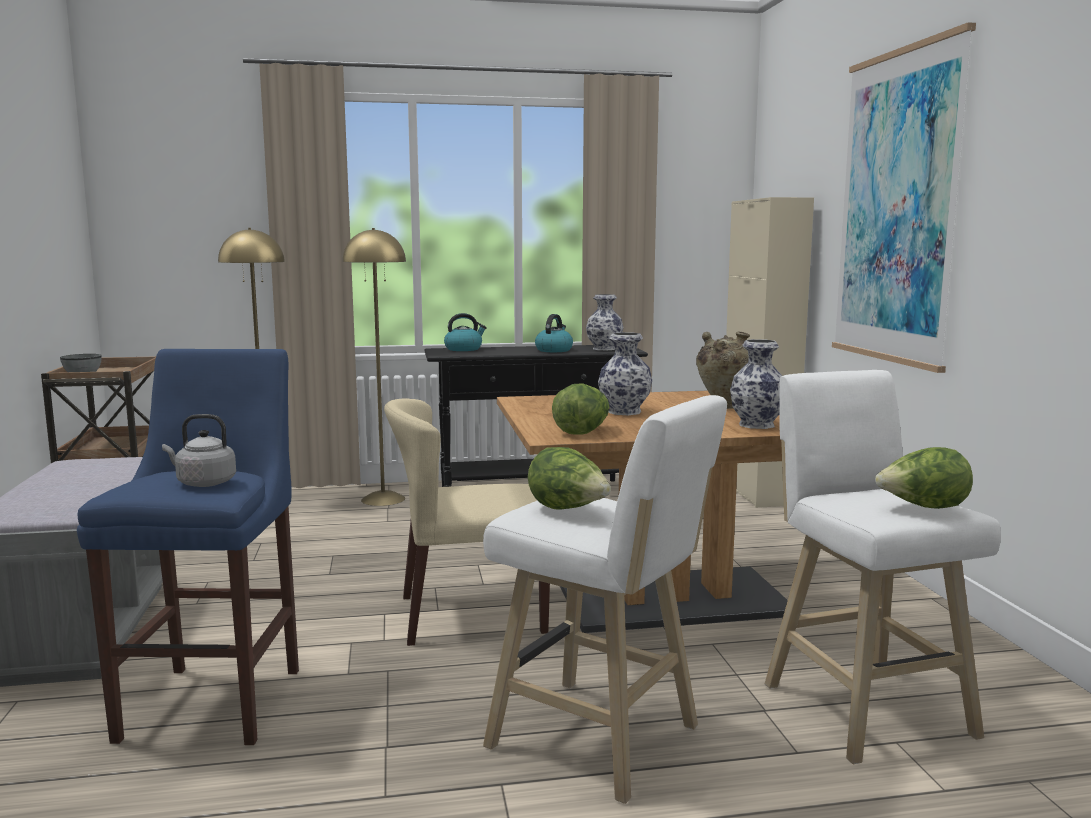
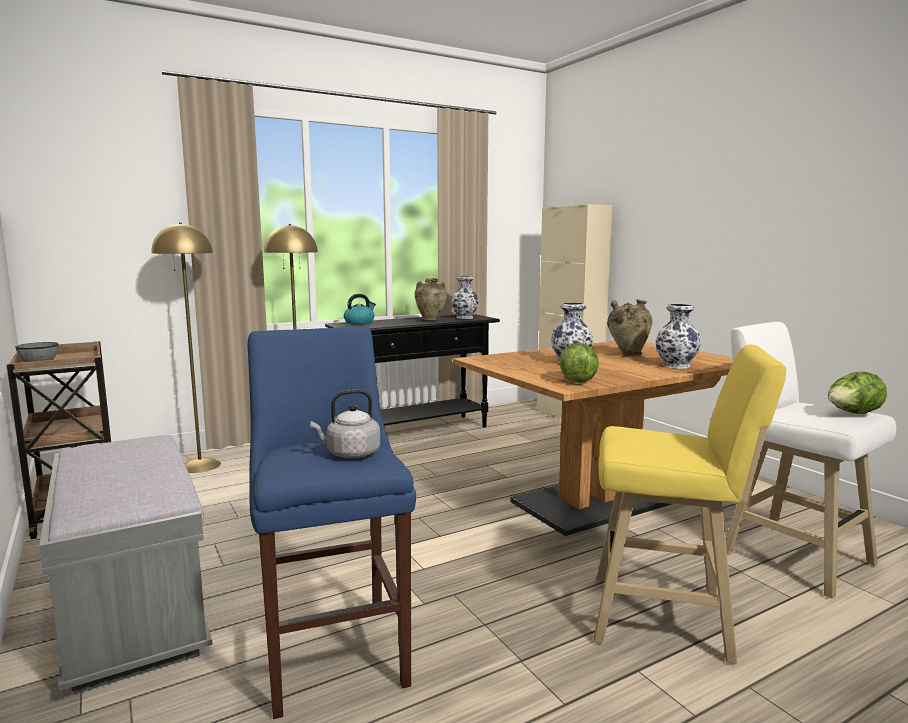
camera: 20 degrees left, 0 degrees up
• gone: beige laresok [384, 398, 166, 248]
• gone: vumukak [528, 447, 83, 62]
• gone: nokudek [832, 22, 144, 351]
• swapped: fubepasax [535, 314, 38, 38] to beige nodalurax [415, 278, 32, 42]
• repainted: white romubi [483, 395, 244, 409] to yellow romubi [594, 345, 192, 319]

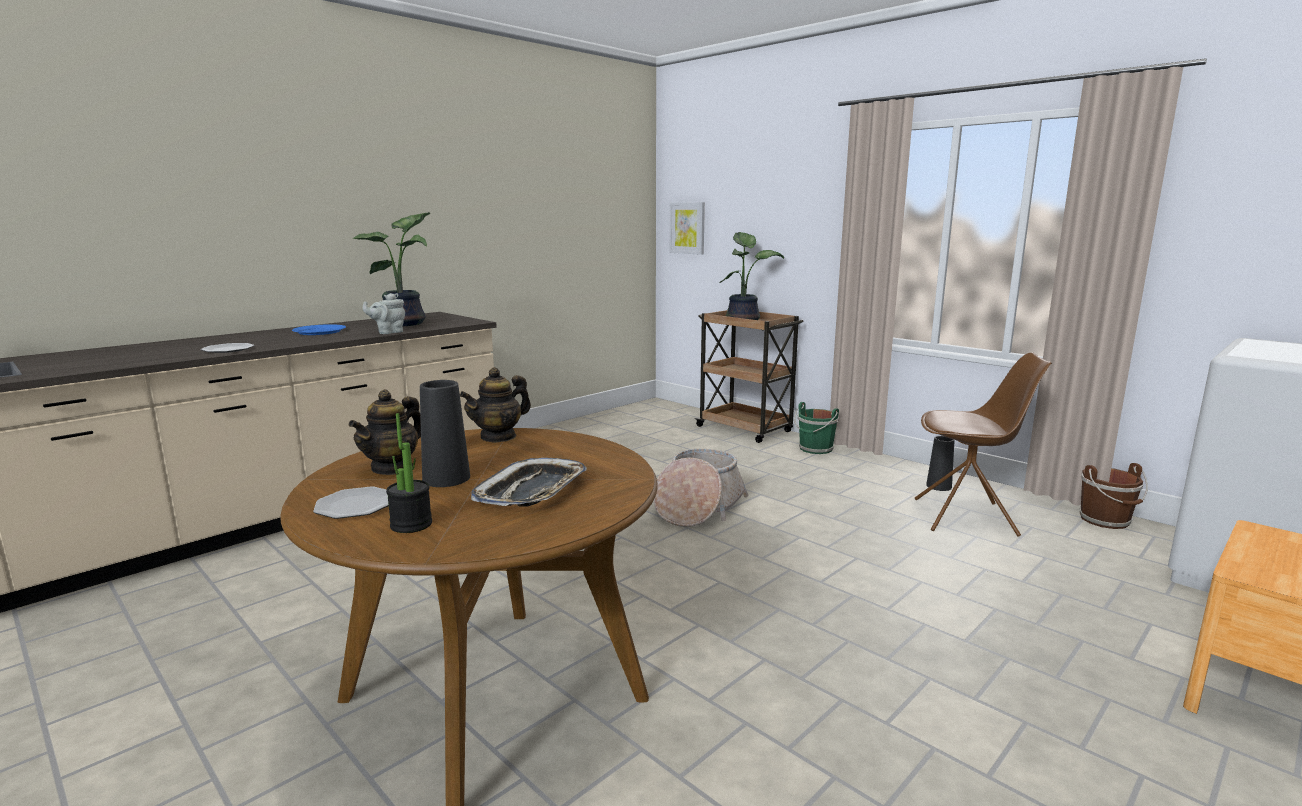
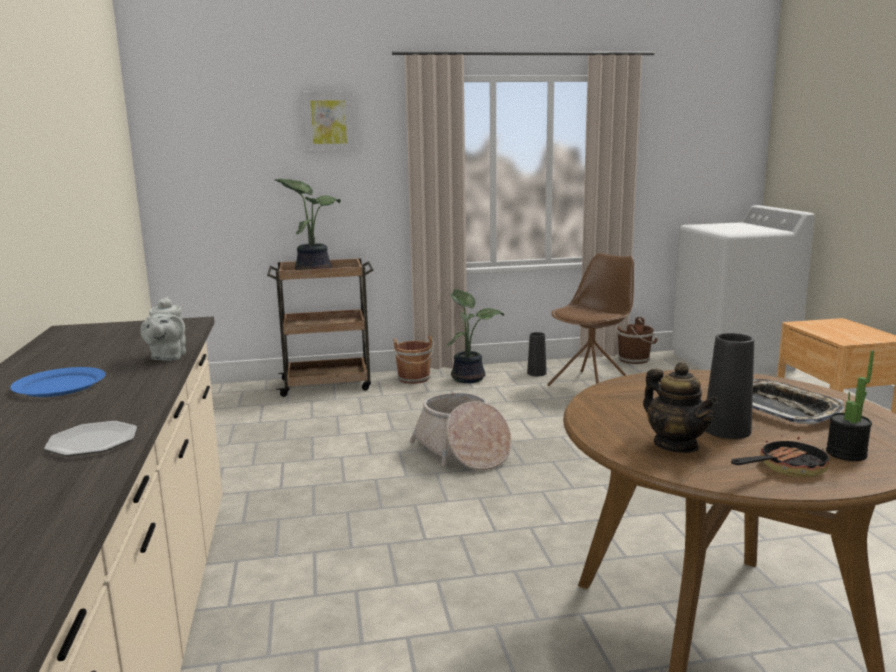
camera: 55 degrees left, 0 degrees up
• gone: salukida [460, 367, 71, 76]
• shifted: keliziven [352, 212, 79, 114] to [447, 289, 57, 94]
• shifted: nokudek [670, 202, 35, 53] to [301, 91, 55, 62]
• swapped: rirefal [313, 487, 76, 32] to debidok [731, 435, 99, 42]
• repainted: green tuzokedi [794, 402, 45, 52] to brown tuzokedi [393, 336, 41, 48]

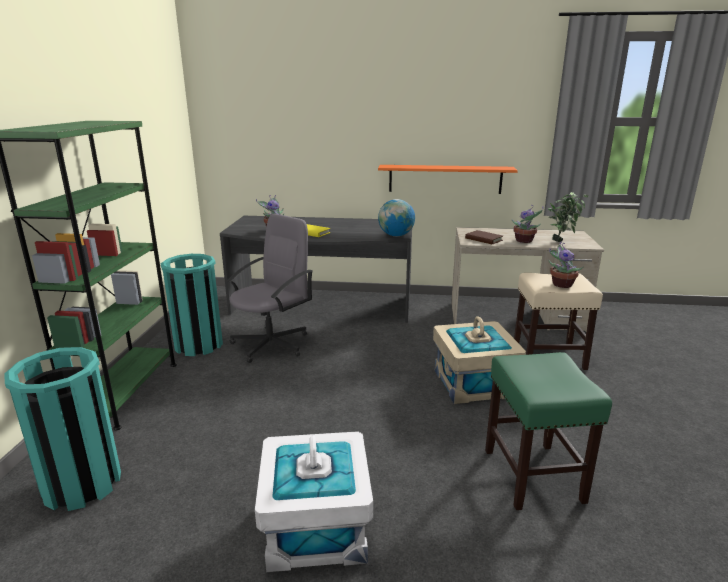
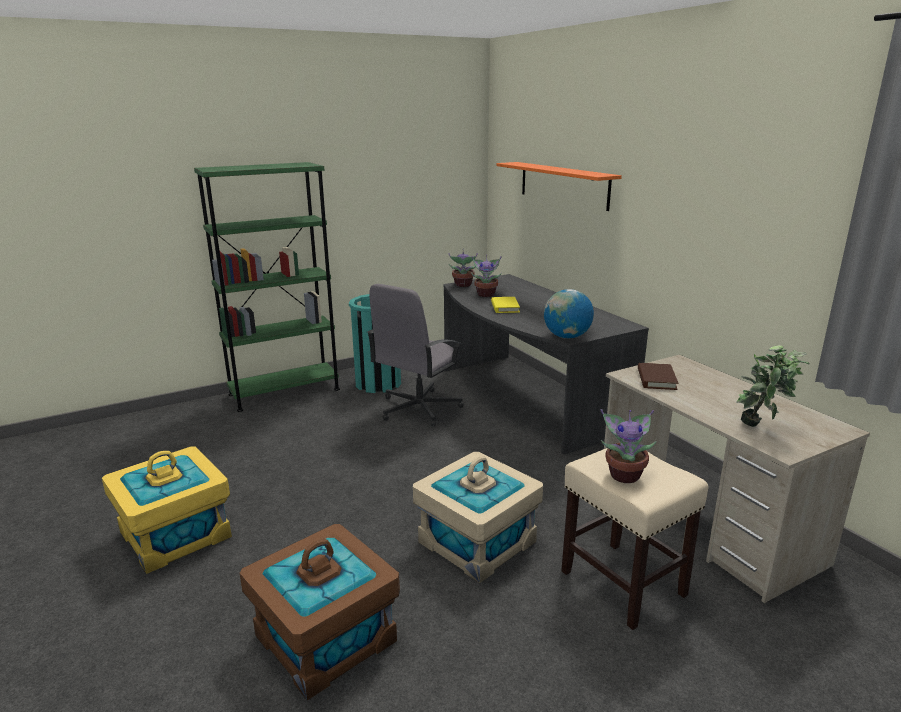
camera: 55 degrees right, 0 degrees up
• gone: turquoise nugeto [4, 347, 117, 164]
• shifted: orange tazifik [378, 165, 140, 29] to [497, 162, 125, 49]
• shifted: keliziven [512, 205, 32, 38] to [448, 252, 30, 35]
• swapped: green romubi [485, 352, 127, 158] to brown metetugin [240, 524, 160, 176]
• repainted: white metetugin [255, 431, 118, 141] to yellow metetugin [102, 447, 130, 127]
• rotated: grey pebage [227, 213, 86, 150] = [367, 284, 97, 143] 120 degrees clockwise

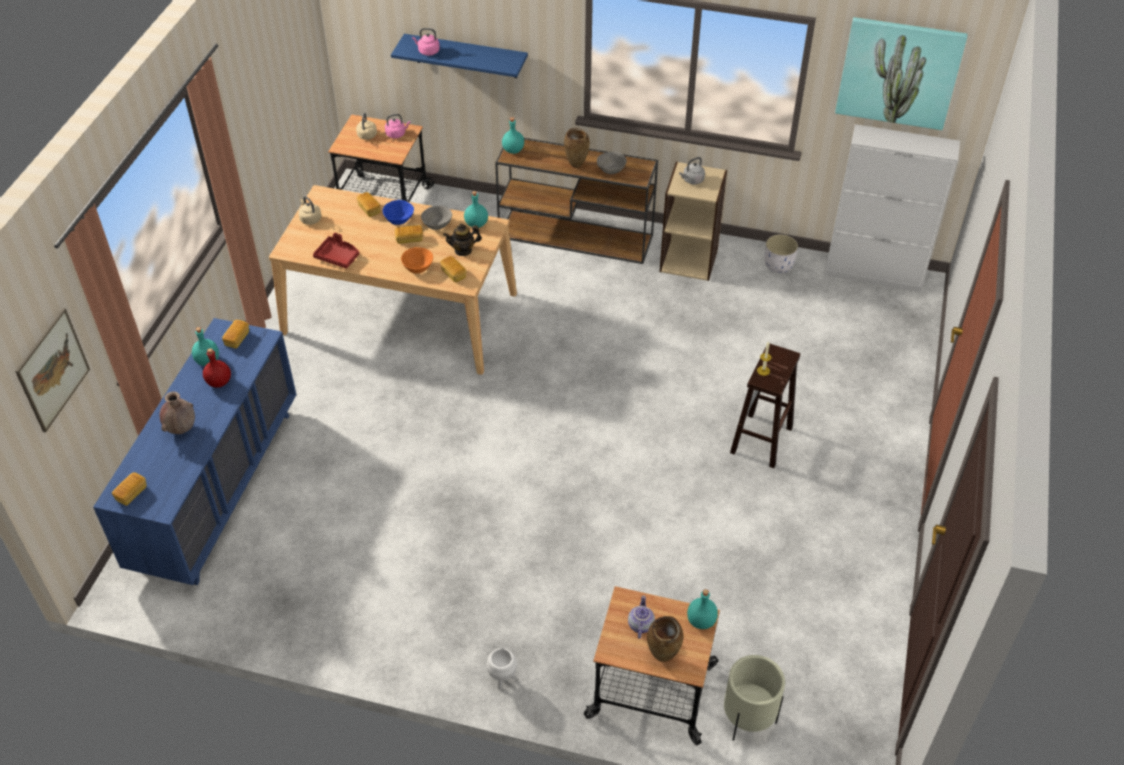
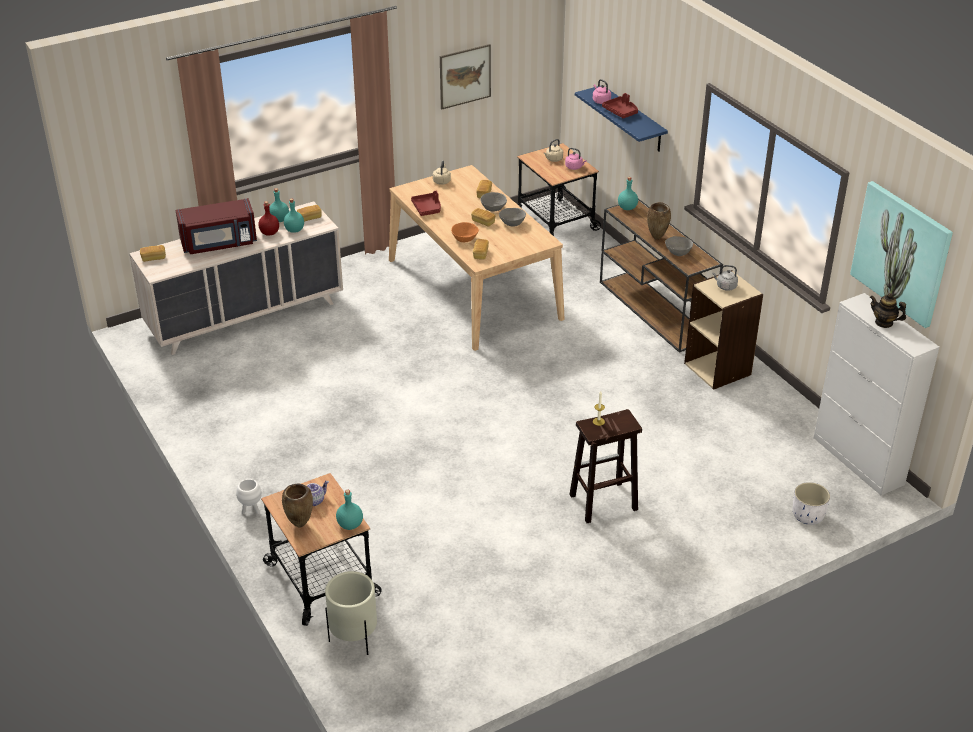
camera: 45 degrees right, 10 degrees down
• new: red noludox [602, 93, 36, 25]
• shifted: nokudek [15, 308, 75, 125] to [440, 44, 51, 65]
• shifted: salukida [443, 223, 39, 33] to [870, 293, 36, 35]
• shifted: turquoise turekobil [464, 191, 24, 37] to [284, 199, 20, 34]
• shifted: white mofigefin [765, 234, 33, 39] to [793, 482, 37, 43]
• swapped: brown nodalurax [160, 391, 35, 43] to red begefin [176, 198, 81, 56]
• repainted: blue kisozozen [93, 318, 204, 267] to beige kisozozen [129, 201, 214, 154]
• repainted: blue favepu [383, 200, 31, 25] to grey favepu [480, 192, 27, 20]

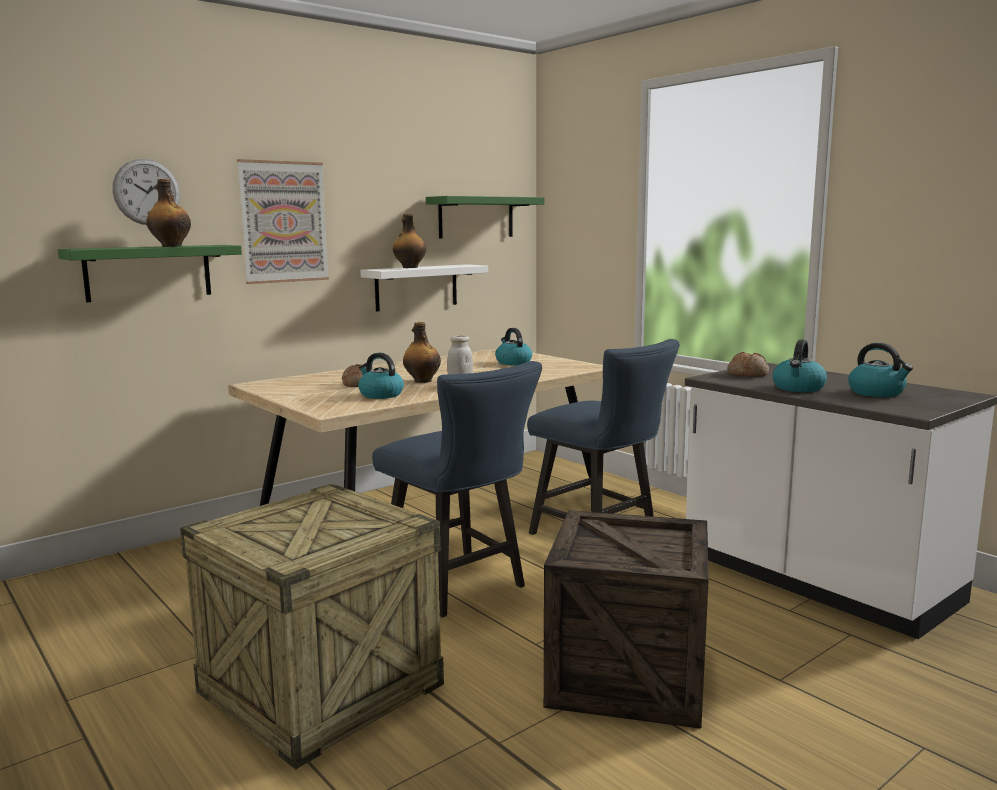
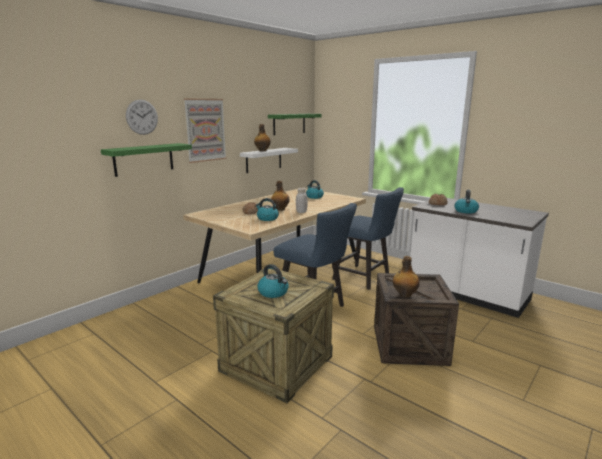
camera: 10 degrees left, 5 degrees up
• shifted: turekobil [146, 179, 45, 68] to [393, 256, 27, 42]
• shifted: fubepasax [848, 343, 65, 54] to [258, 264, 31, 34]

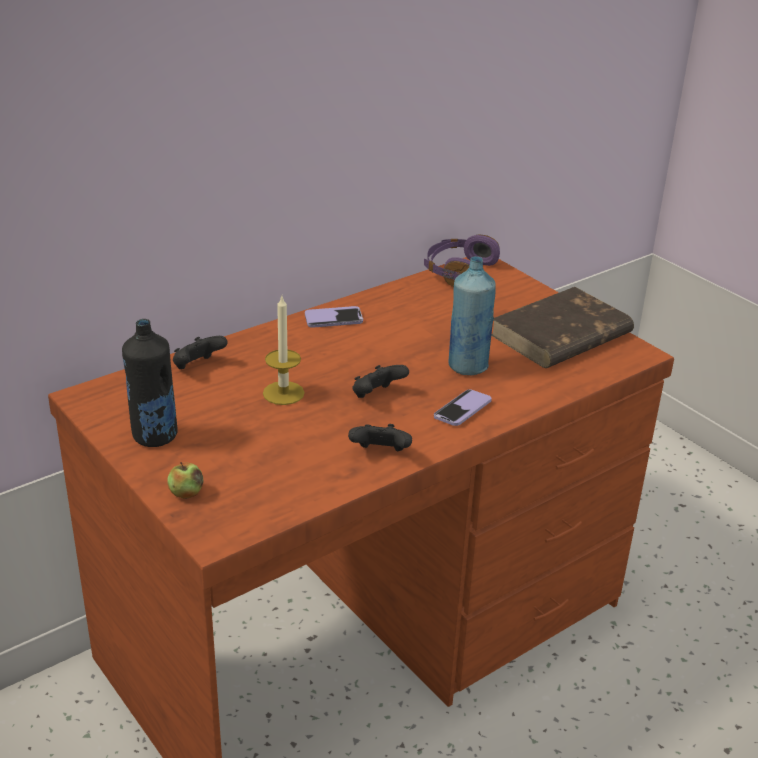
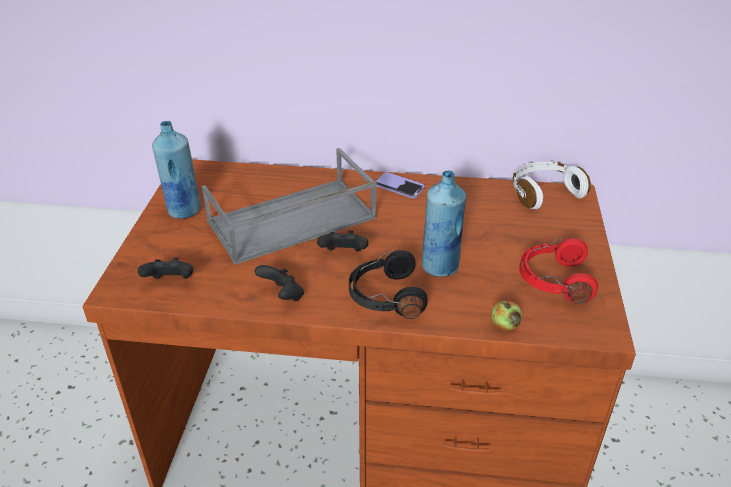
camera: 45 degrees right, 5 degrees up
• shifted: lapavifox [167, 462, 37, 37] to [491, 300, 31, 31]
• shifted: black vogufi [173, 336, 55, 33] to [138, 257, 55, 22]
• swapped: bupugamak [263, 296, 42, 109] to grey noludox [202, 148, 175, 117]
• swapped: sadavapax [434, 389, 58, 37] to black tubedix [349, 250, 79, 69]
• swapped: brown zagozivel [491, 287, 143, 81] to red tubedix [519, 238, 79, 66]
• repainted: black turekobil [122, 319, 56, 128] to blue turekobil [152, 121, 49, 98]
• repainted: purple tubedix [424, 235, 76, 52] to white tubedix [513, 161, 78, 48]

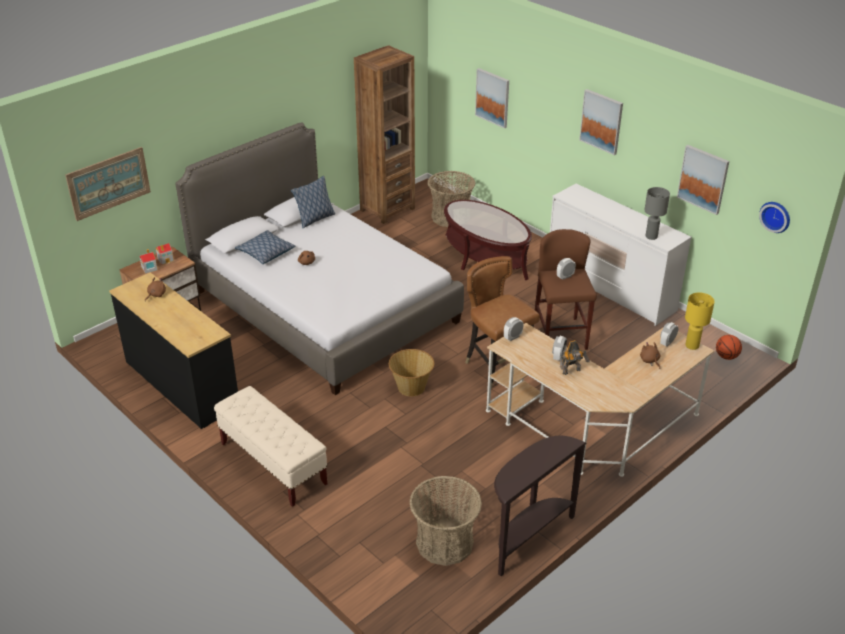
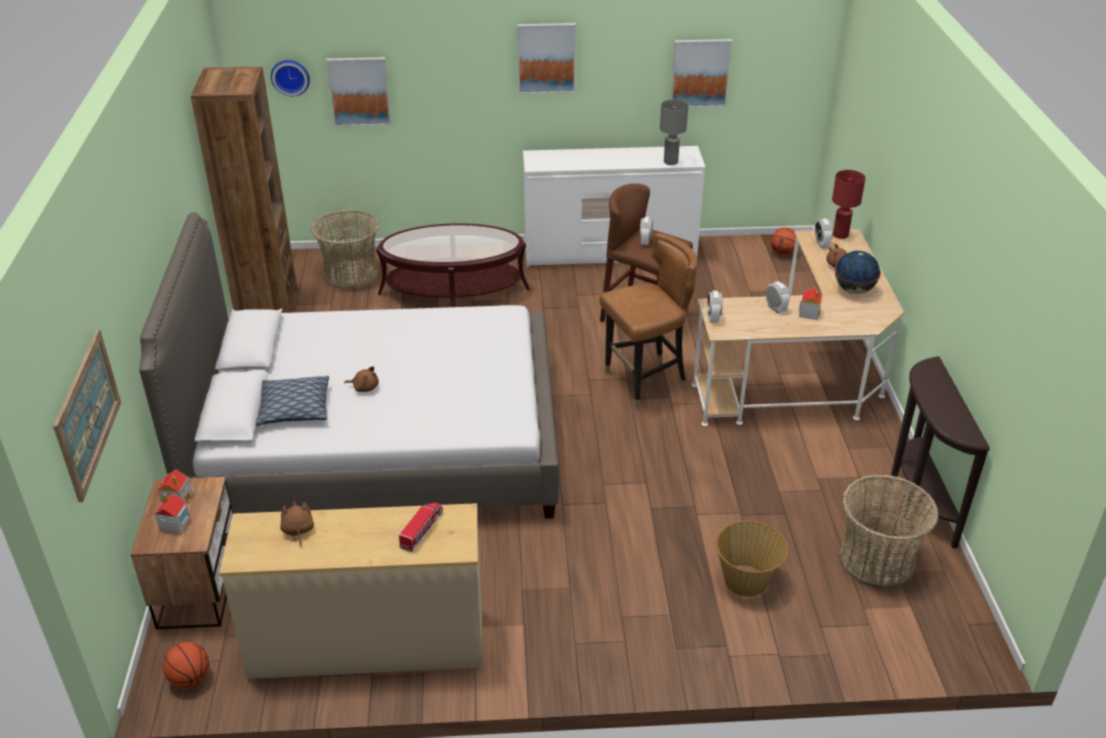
camera: 50 degrees left, 0 degrees up
• gone: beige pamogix [214, 386, 114, 121]
• gone: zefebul [291, 176, 44, 53]
• new: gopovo [163, 642, 46, 46]
• new: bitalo [399, 503, 44, 49]
• new: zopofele [835, 251, 46, 43]
• shifted: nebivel [389, 349, 46, 47] to [716, 521, 72, 76]
• shifted: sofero [759, 202, 31, 31] to [271, 60, 39, 36]
• swapped: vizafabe [560, 340, 29, 35] to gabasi [799, 288, 23, 32]
• repainted: black kisozozen [109, 272, 129, 157] to beige kisozozen [219, 503, 264, 176]
• repainted: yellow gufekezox [685, 292, 30, 58] to red gufekezox [832, 170, 33, 69]
• rotated: brown laresok [465, 256, 75, 133] = [599, 233, 98, 176] 150 degrees clockwise

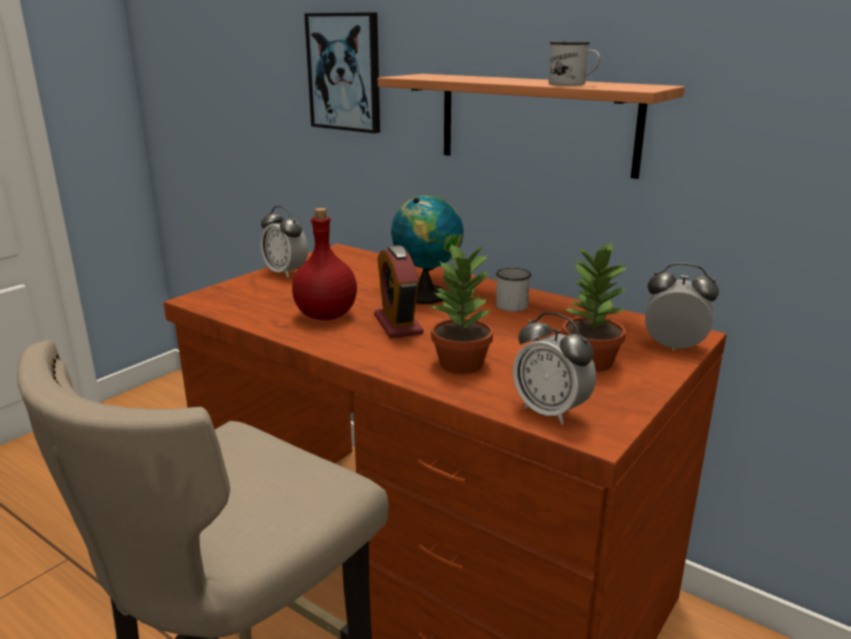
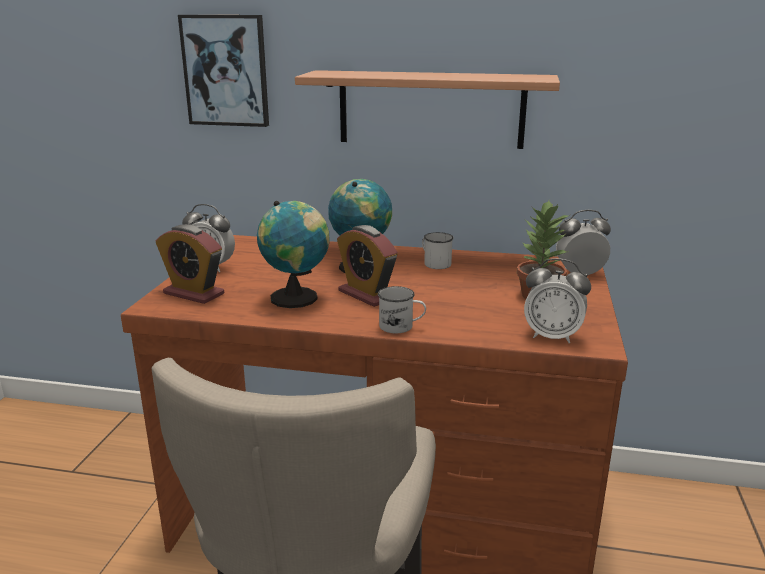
camera: 25 degrees left, 0 degrees up
• gone: keliziven [430, 243, 63, 131]
• new: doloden [155, 224, 69, 80]
• shifted: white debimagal [549, 41, 51, 45] to [378, 286, 48, 47]
• swapped: red turekobil [292, 208, 65, 112] to zopofele [257, 201, 73, 107]

